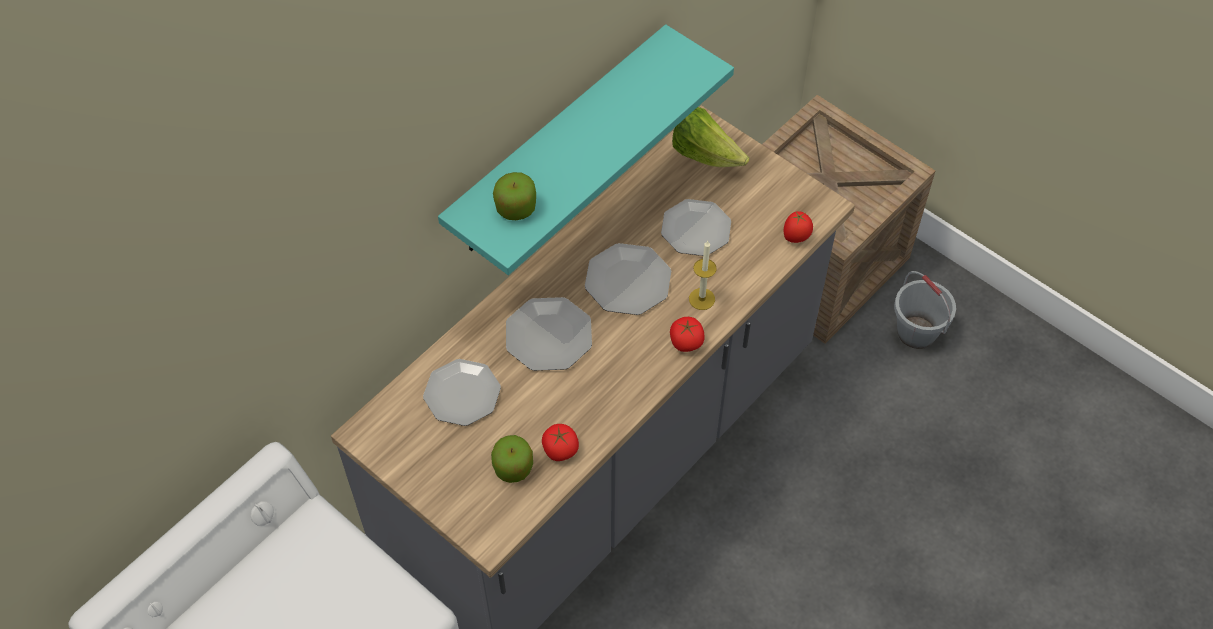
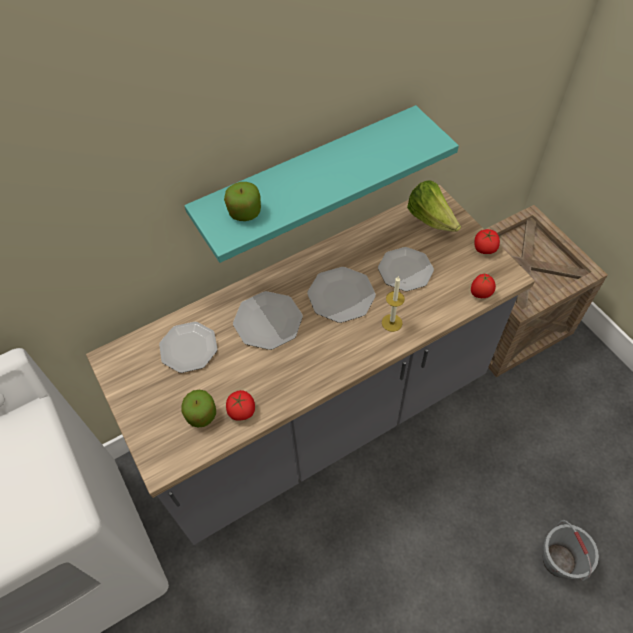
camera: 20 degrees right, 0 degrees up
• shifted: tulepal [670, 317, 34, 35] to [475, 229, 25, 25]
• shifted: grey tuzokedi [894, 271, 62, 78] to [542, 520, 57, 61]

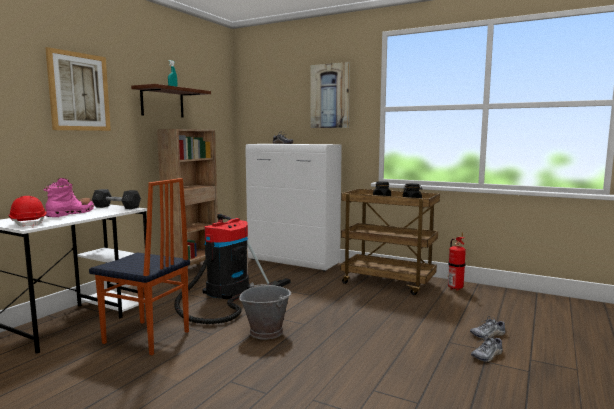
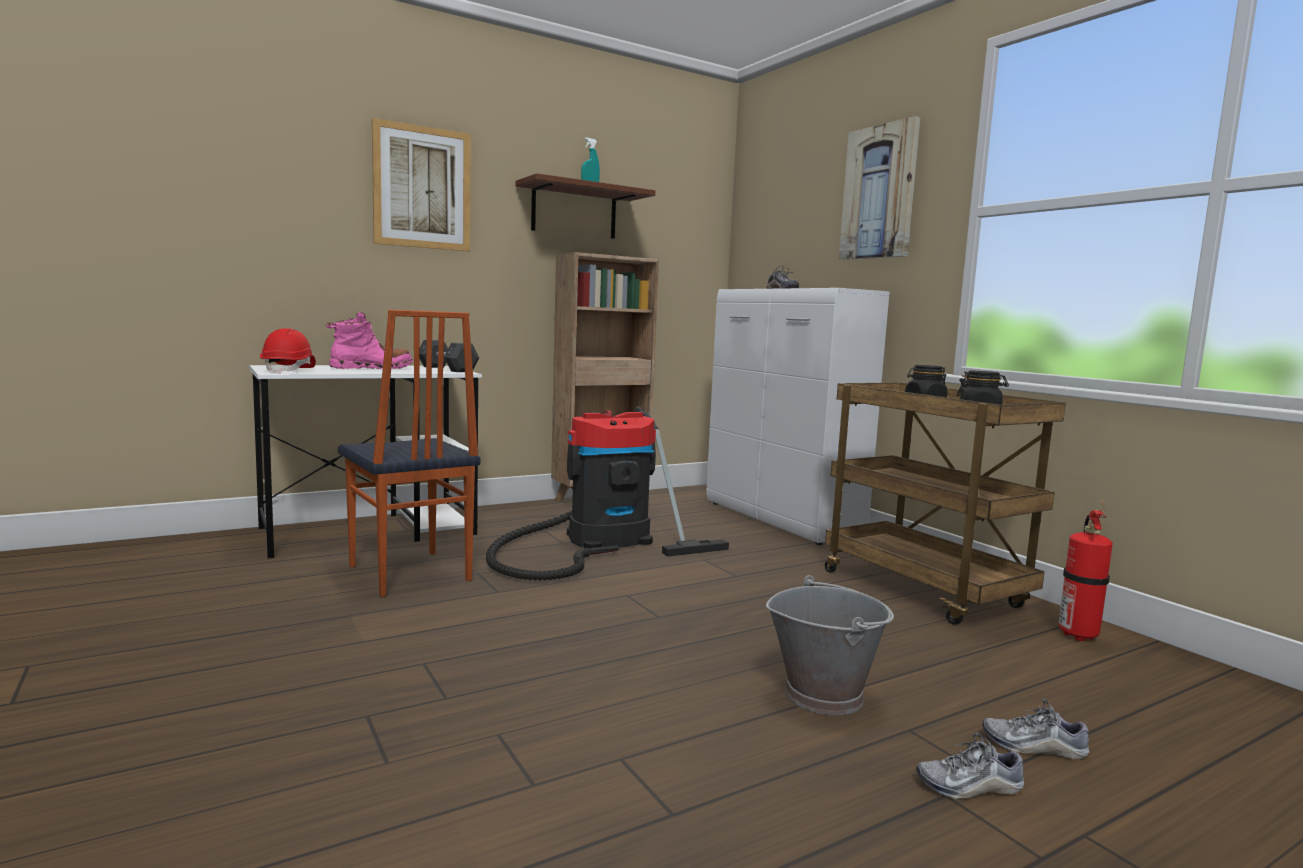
camera: 30 degrees right, 0 degrees up
• shifted: grey tuzokedi [239, 283, 52, 57] to [766, 575, 128, 140]

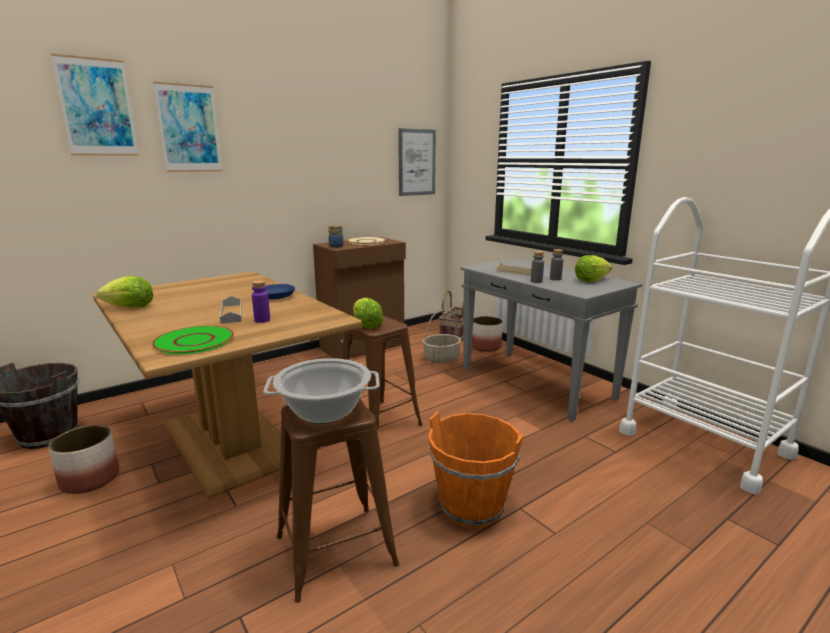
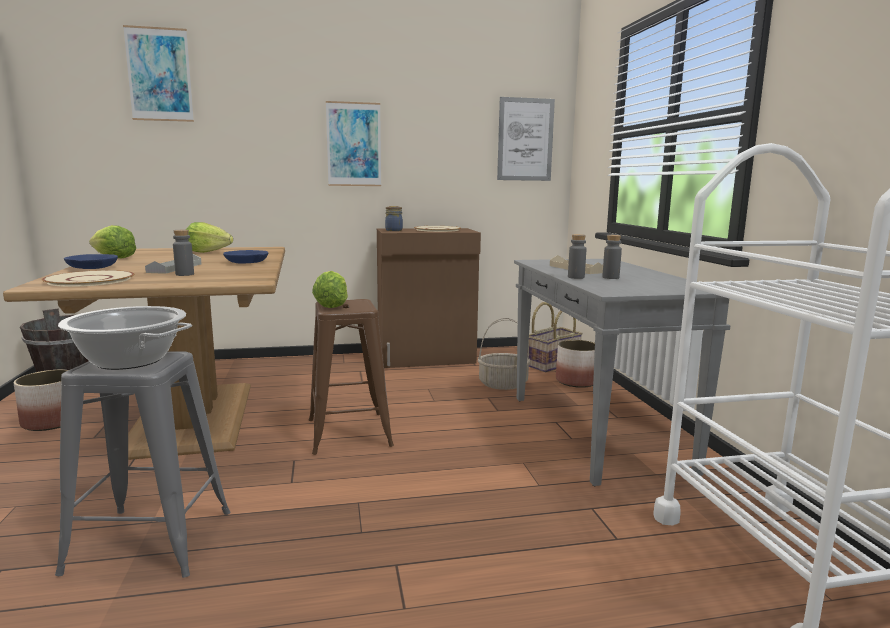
camera: 25 degrees right, 5 degrees down
• gone: orange tuzokedi [428, 411, 96, 117]
• new: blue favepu [64, 254, 54, 15]
• shifted: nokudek [153, 82, 69, 90] to [326, 101, 55, 85]
• shifted: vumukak [575, 255, 37, 27] to [186, 222, 47, 31]
• repainted: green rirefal [152, 326, 82, 28] to beige rirefal [42, 270, 92, 17]
• repainted: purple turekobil [252, 280, 18, 43] to grey turekobil [173, 230, 21, 46]
• repainted: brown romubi [277, 399, 123, 204] to grey romubi [55, 351, 175, 227]

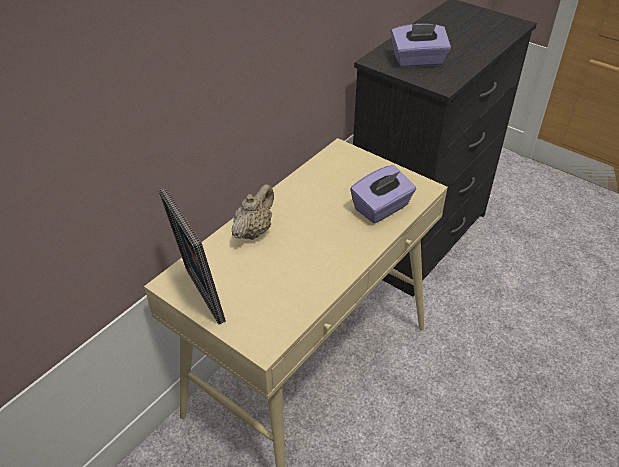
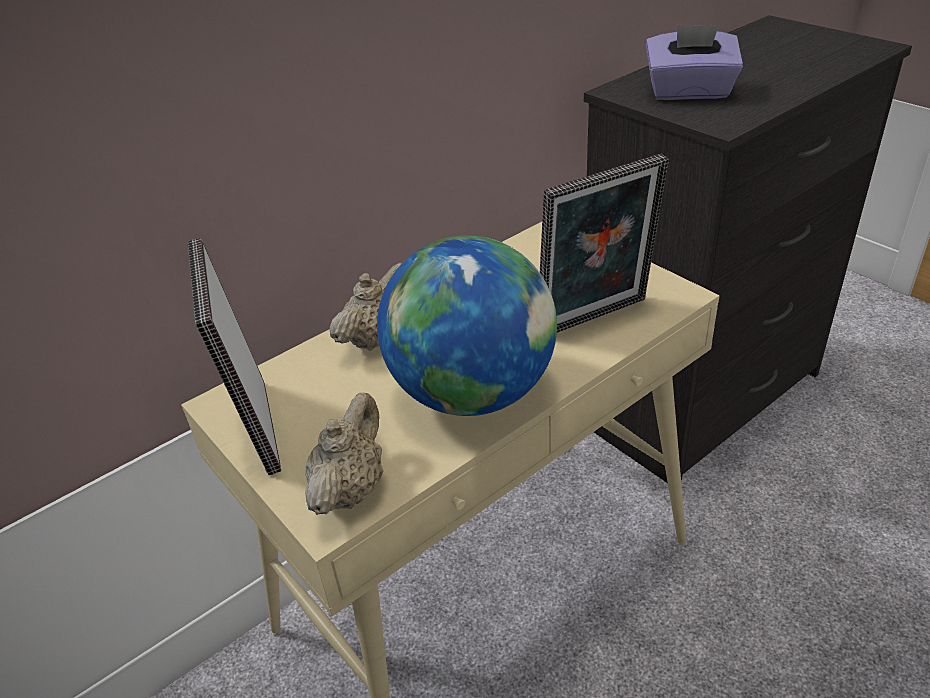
camera: 15 degrees right, 5 degrees down
• new: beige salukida [305, 393, 78, 122]
• new: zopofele [377, 235, 180, 181]
• swapped: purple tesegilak [350, 165, 66, 58] to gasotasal [540, 154, 129, 179]

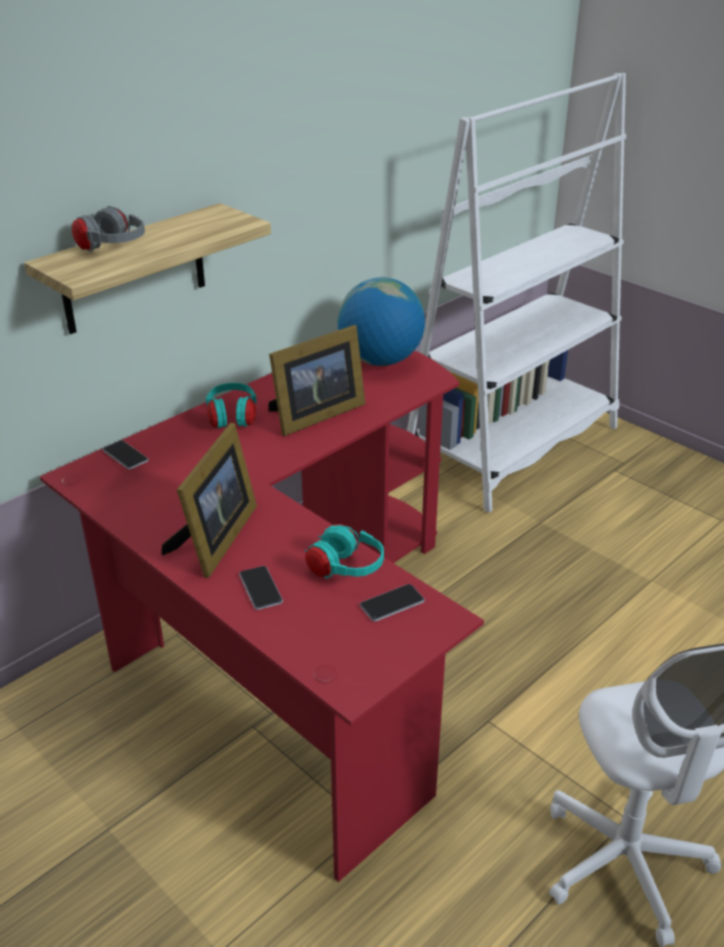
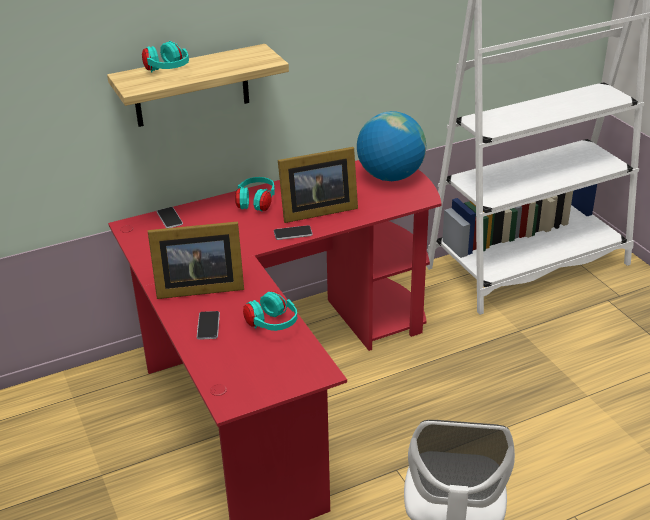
camera: 20 degrees right, 0 degrees up
• shifted: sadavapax [360, 584, 65, 38] to [274, 225, 39, 15]
• repainted: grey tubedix [72, 206, 73, 46] to turquoise tubedix [142, 41, 47, 31]
• rotated: gasotasal [161, 423, 96, 155] = [148, 221, 96, 78] 45 degrees clockwise

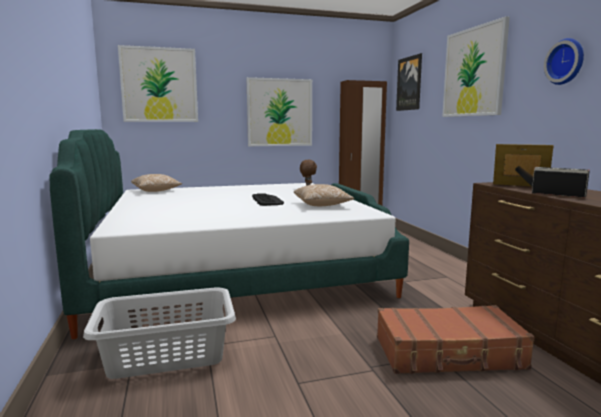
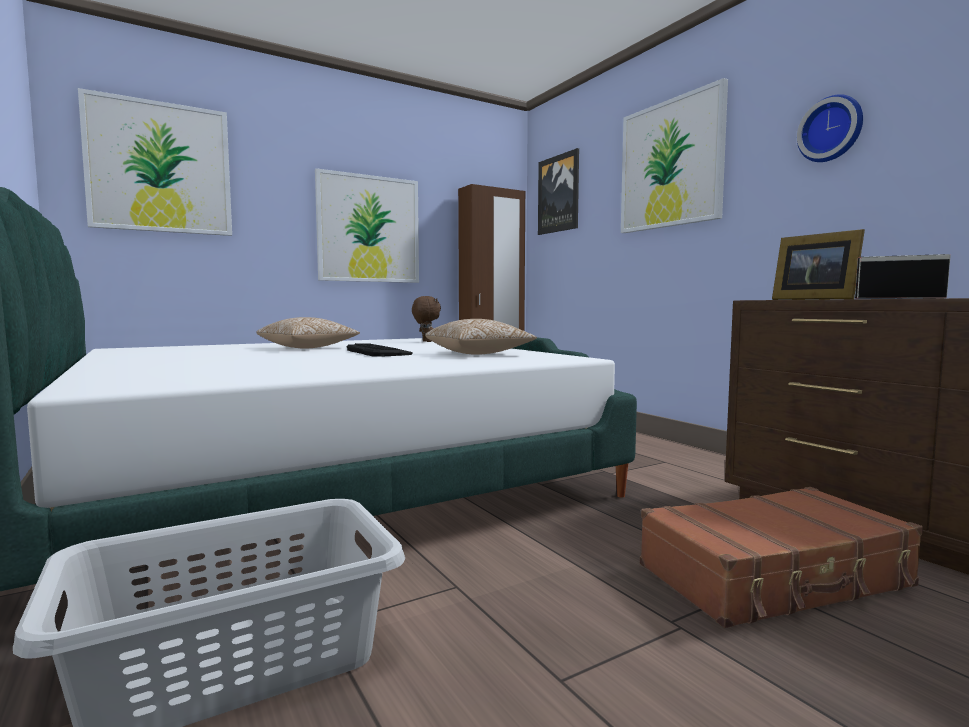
camera: 15 degrees left, 5 degrees down
• shifted: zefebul [131, 174, 51, 18] to [257, 317, 103, 32]
• rotated: gasotasal [493, 144, 61, 42] = [772, 229, 93, 71] 135 degrees counterclockwise

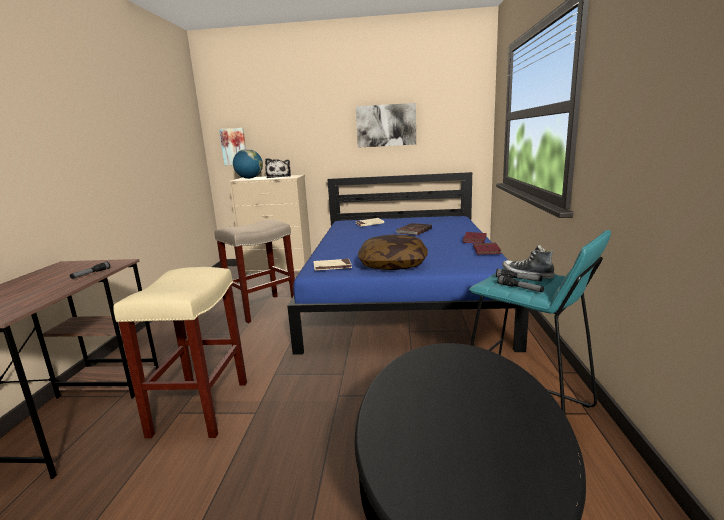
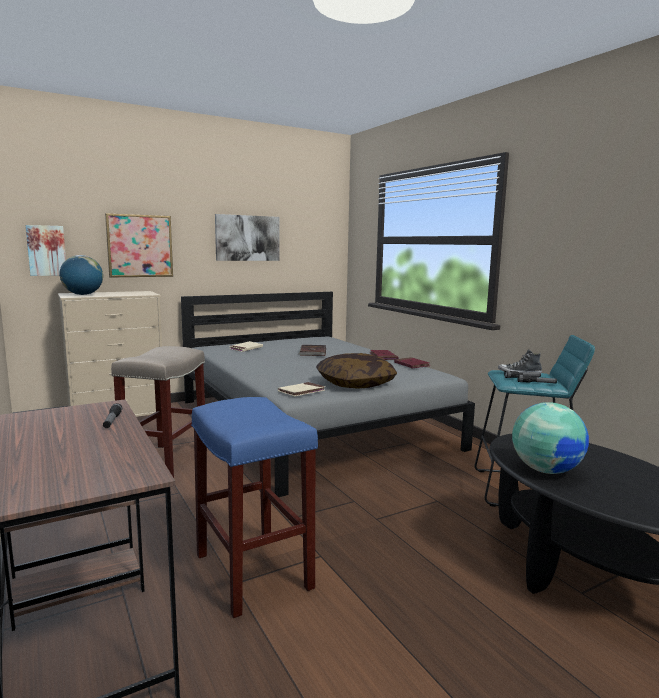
camera: 35 degrees left, 5 degrees down
• gone: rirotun [265, 158, 26, 20]
• new: nokudek [105, 213, 68, 65]
• new: zopofele [512, 402, 77, 72]
• repainted: beige romubi [113, 267, 134, 171] to blue romubi [191, 397, 127, 221]
• repainted: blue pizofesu [287, 172, 242, 183] to grey pizofesu [181, 292, 294, 205]

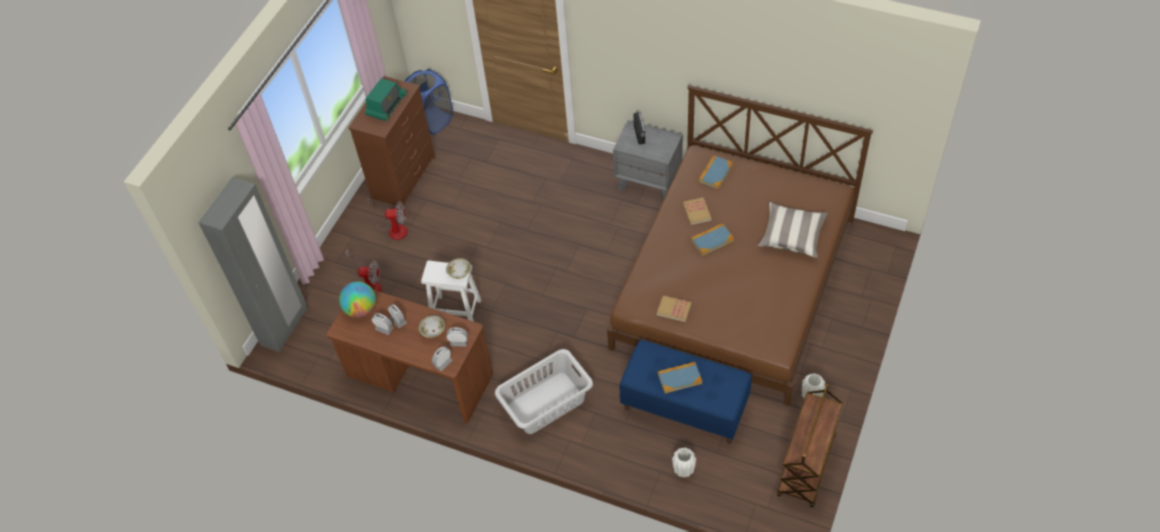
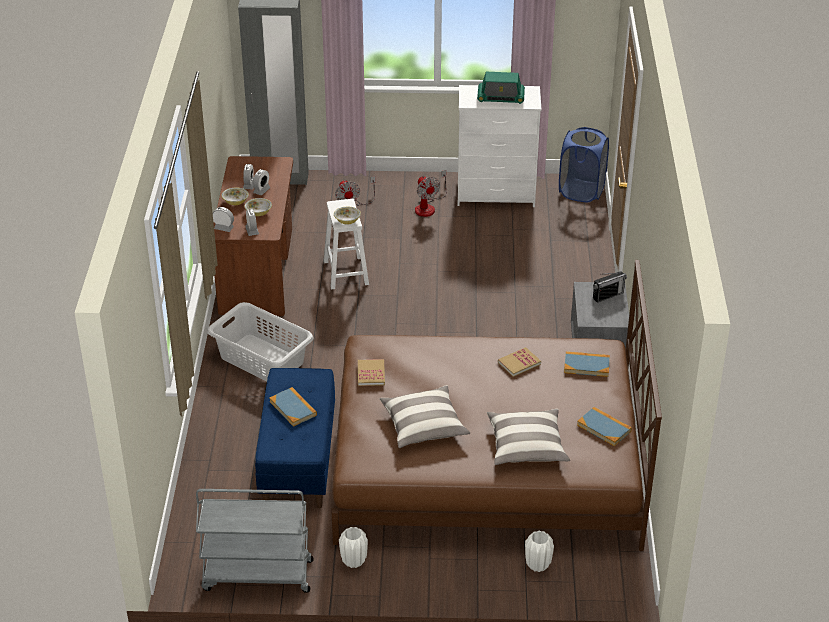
camera: 65 degrees right, 15 degrees down
• gone: zopofele [339, 281, 37, 37]
• new: favepu [221, 187, 28, 18]
• new: zefebul [379, 385, 91, 63]
• shifted: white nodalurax [672, 448, 24, 29] to [525, 531, 29, 41]
• shifted: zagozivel [691, 223, 43, 33] to [577, 407, 55, 39]
• repainted: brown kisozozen [348, 76, 87, 132] to white kisozozen [458, 85, 84, 122]
• repainted: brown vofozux [777, 383, 66, 124] to grey vofozux [196, 489, 118, 104]

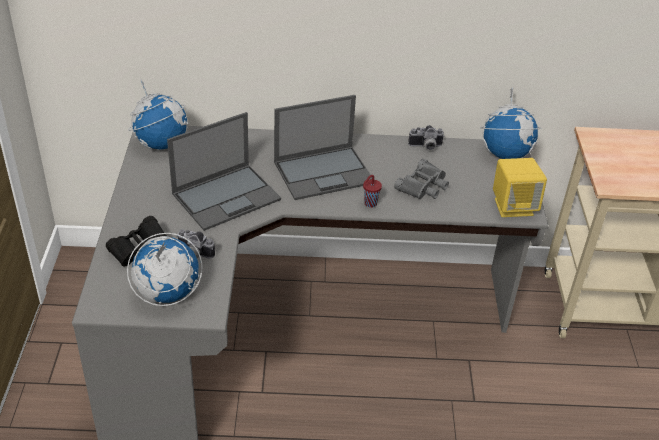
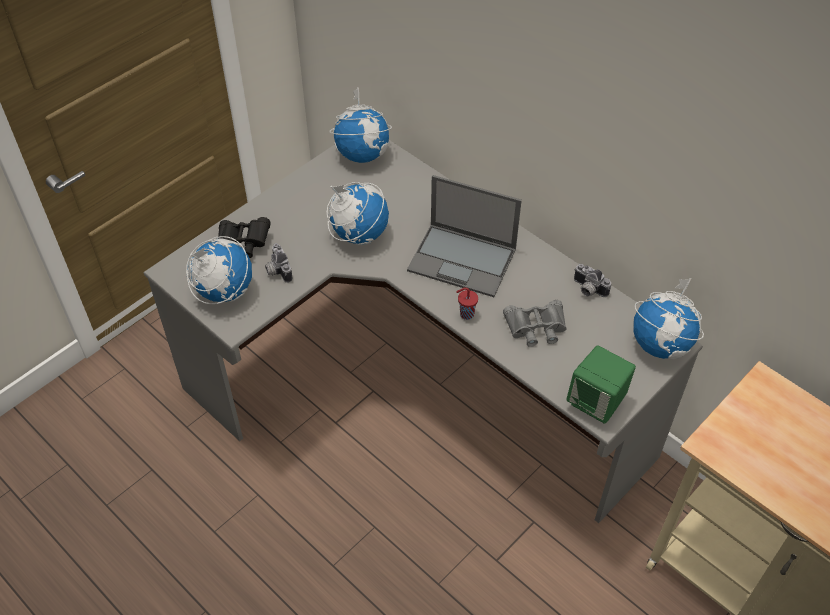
camera: 45 degrees right, 10 degrees up
• swapped: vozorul [167, 112, 114, 119] to zopofele [326, 182, 63, 63]
• repainted: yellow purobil [493, 158, 54, 59] to green purobil [566, 346, 70, 78]

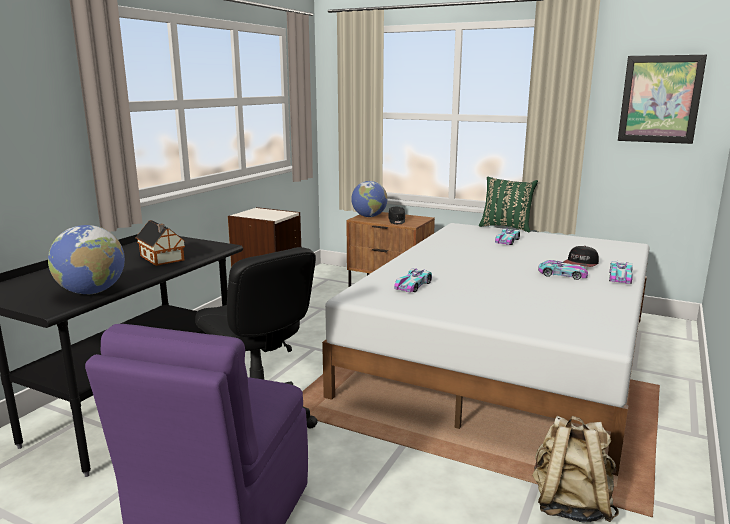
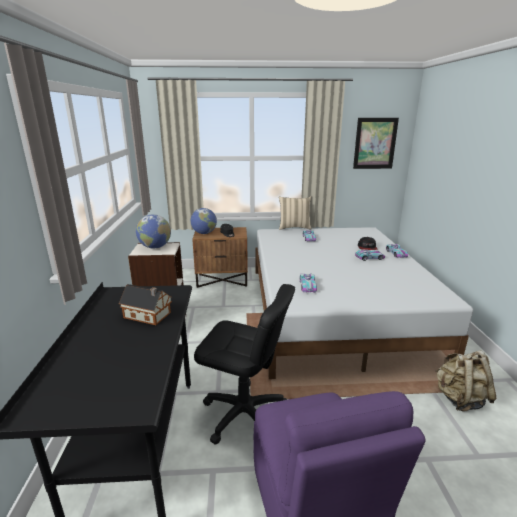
camera: 30 degrees left, 5 degrees up
• shifted: zopofele [48, 225, 77, 70] to [136, 214, 35, 35]
• repainted: green zefebul [479, 177, 59, 55] to beige zefebul [279, 196, 33, 34]

